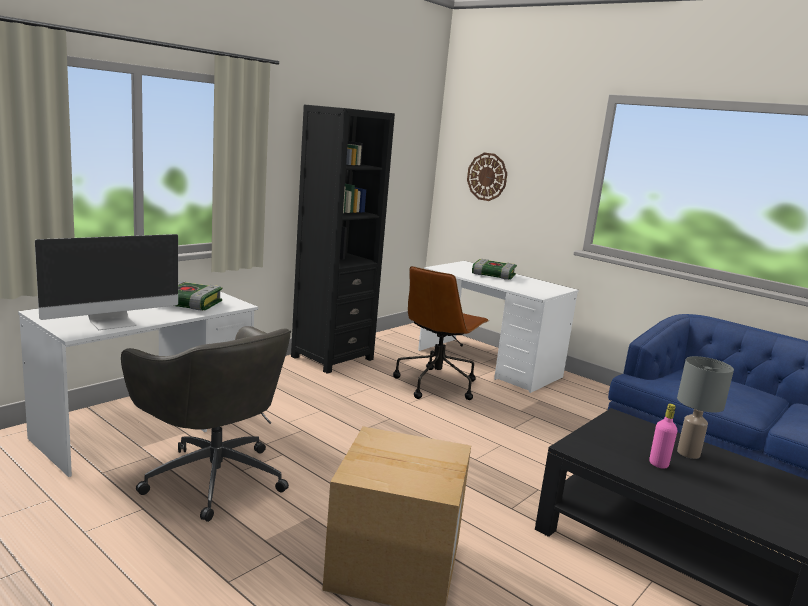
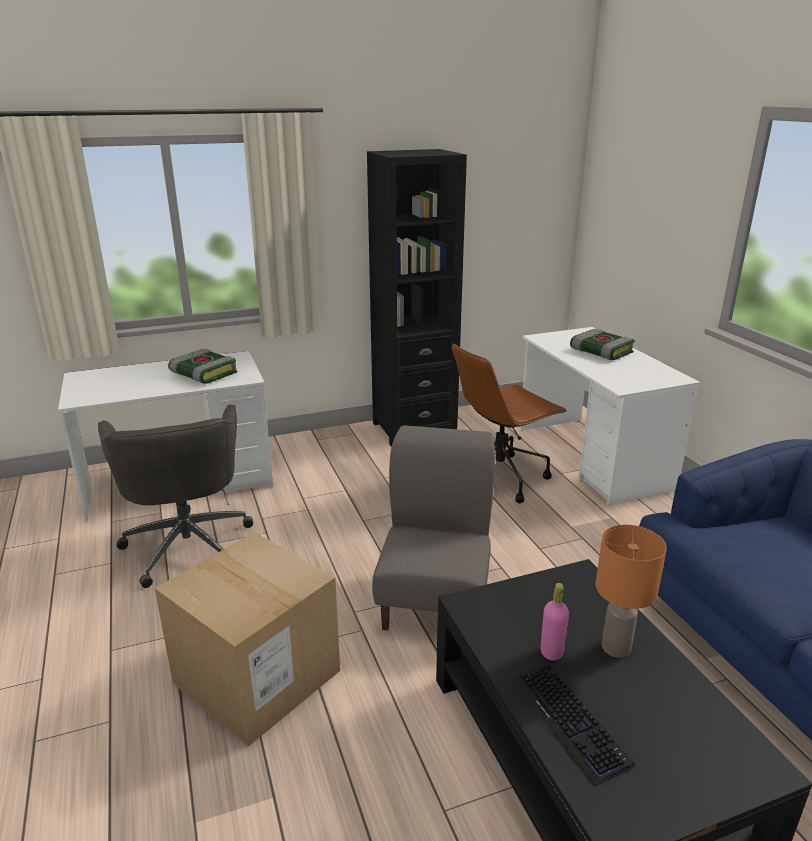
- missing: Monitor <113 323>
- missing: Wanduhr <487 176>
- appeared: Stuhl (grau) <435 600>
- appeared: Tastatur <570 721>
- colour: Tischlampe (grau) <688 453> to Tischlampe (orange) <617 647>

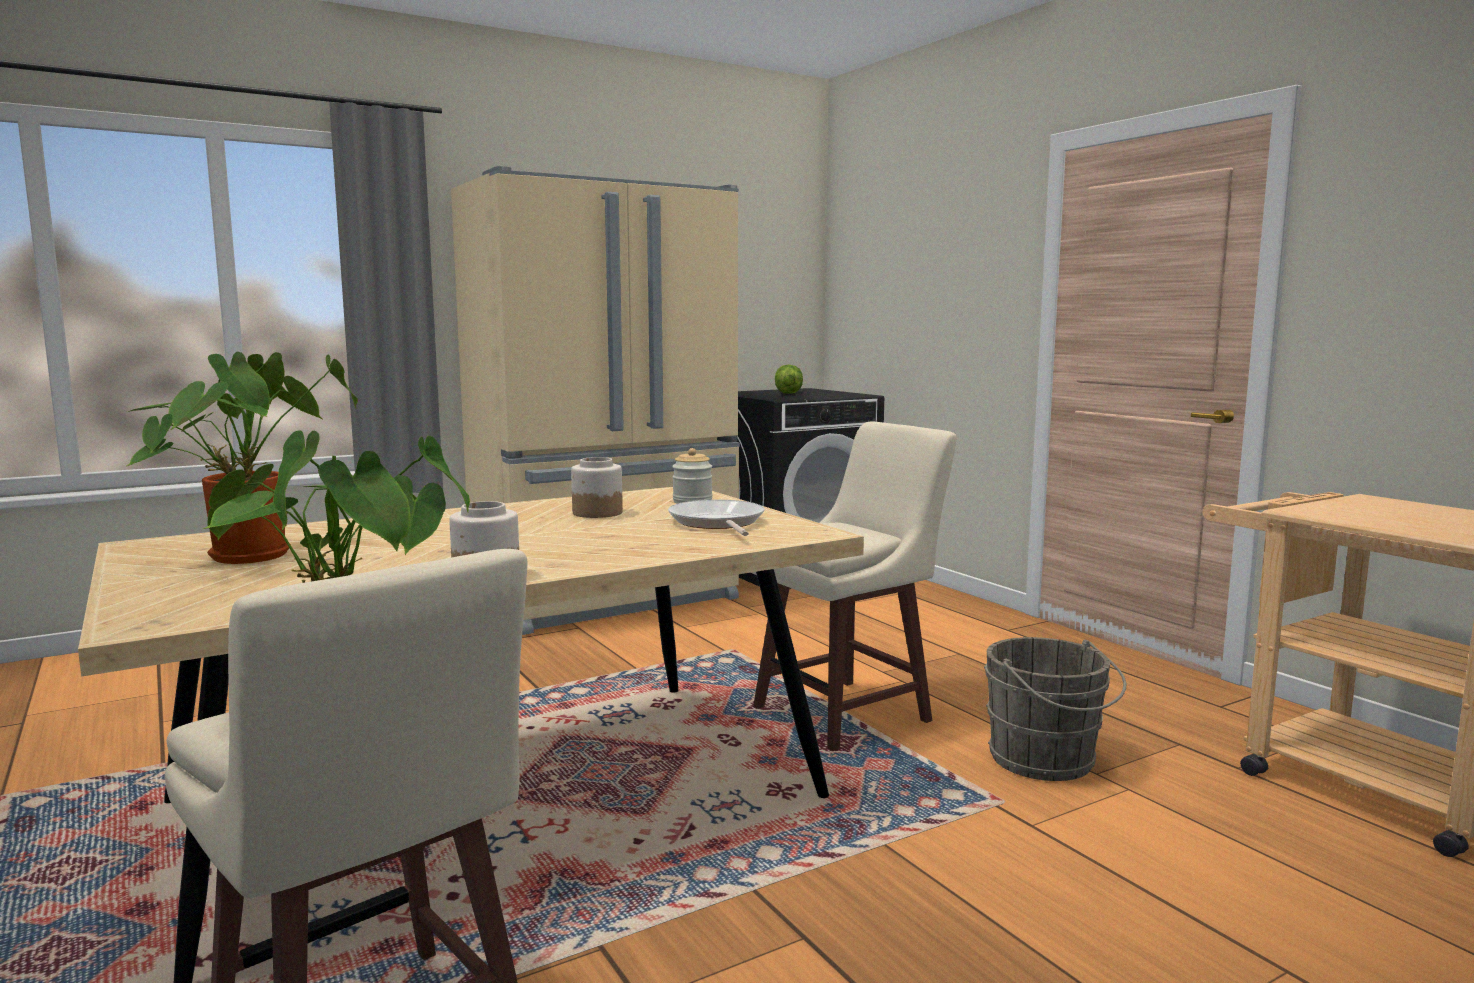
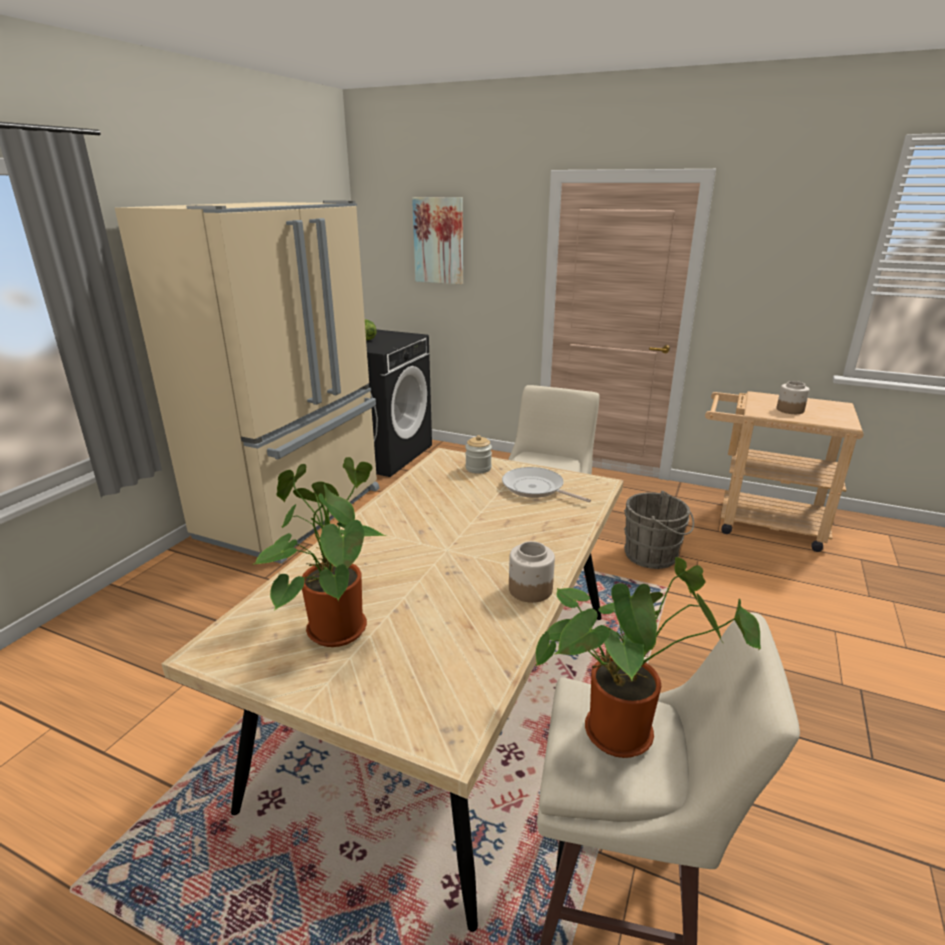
- appeared: Bild <439 241>
- relocated: Vorratsglas <597 513> to <789 410>

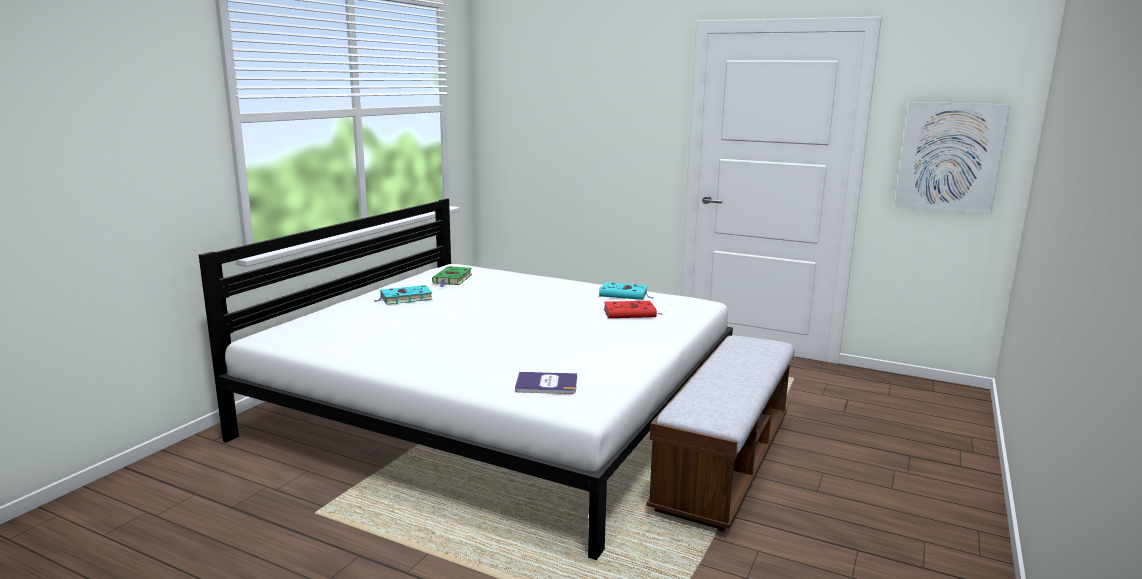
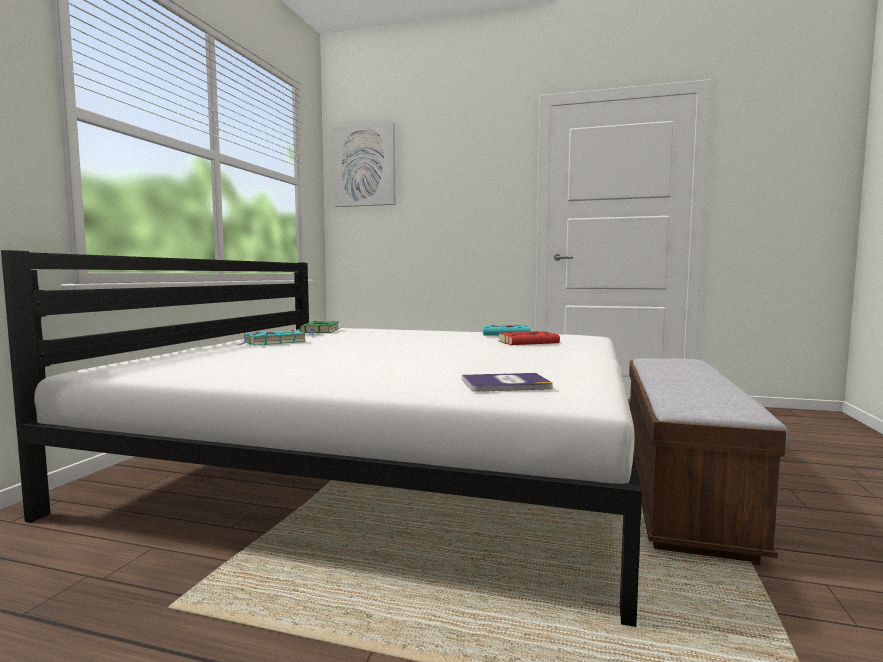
- relocated: Bild <949 157> to <364 166>

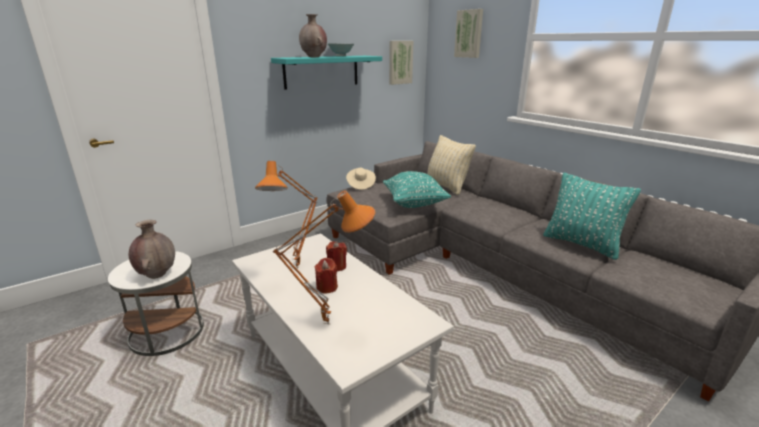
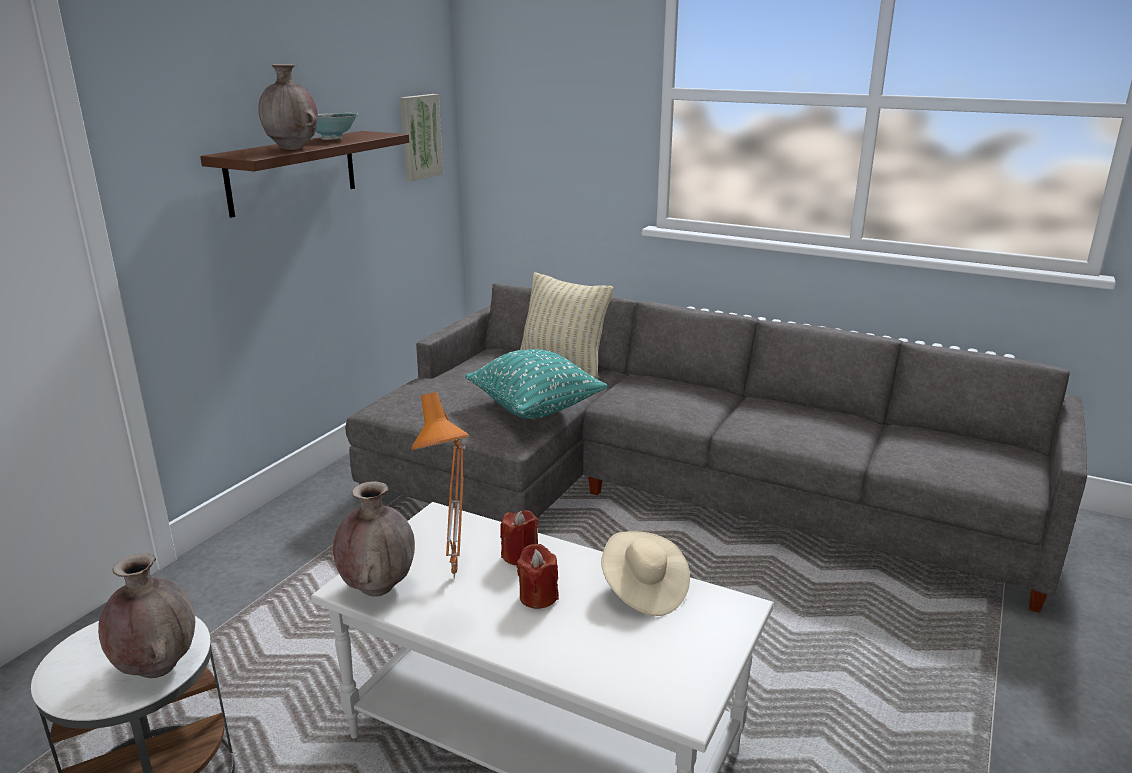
- missing: Tischlampe (orange) <327 322>
- missing: Bild <469 34>
- missing: Kissen (türkis) <581 244>
- appeared: Vase (braun) <378 587>
- relocated: Hut (beige) <360 185> to <643 590>
- colour: Wandregal (türkis) <321 71> to Wandregal (braun) <293 172>

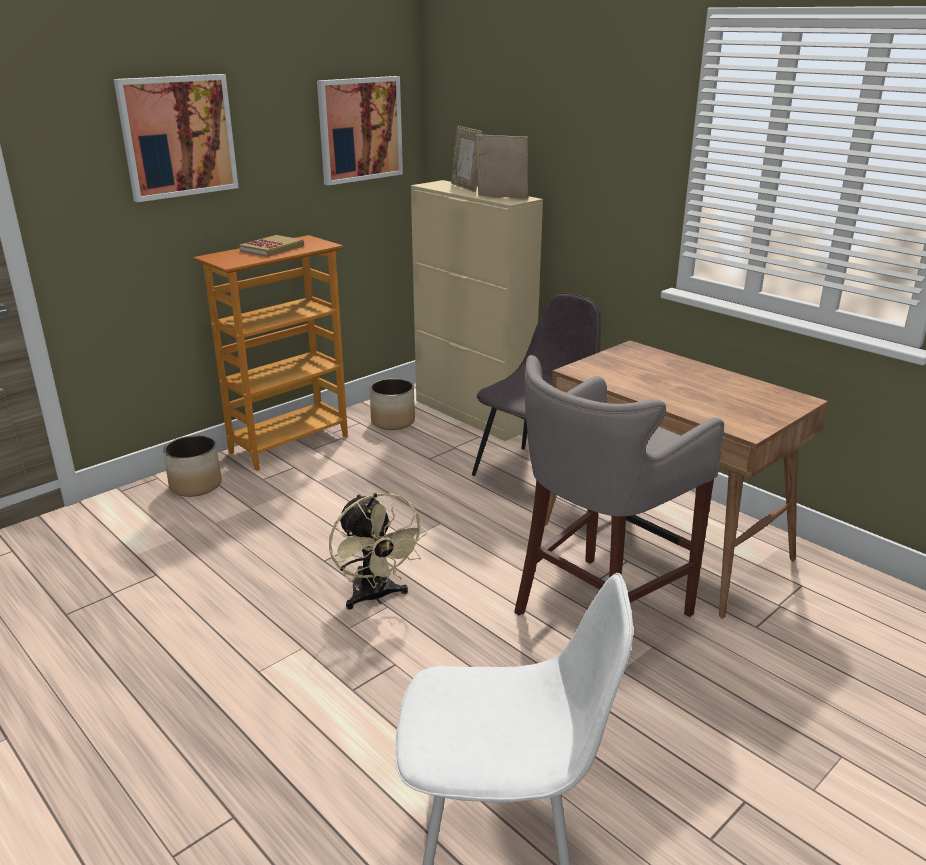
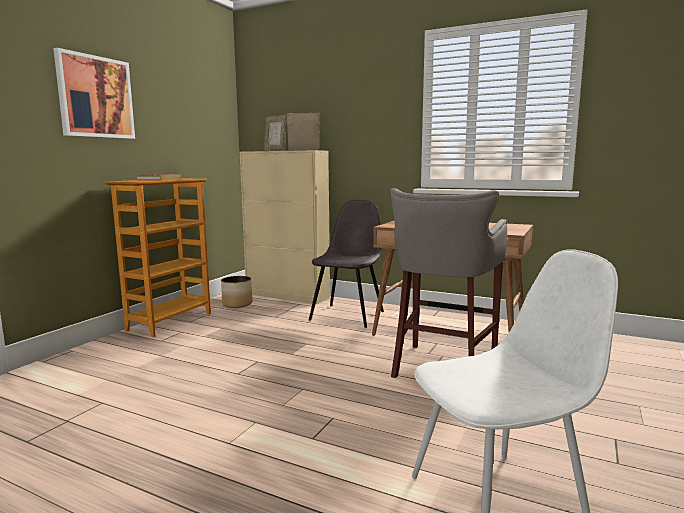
- missing: Pflanzkübel <195 485>
- missing: Bild <360 129>
- missing: Ventilator (beige) <375 597>

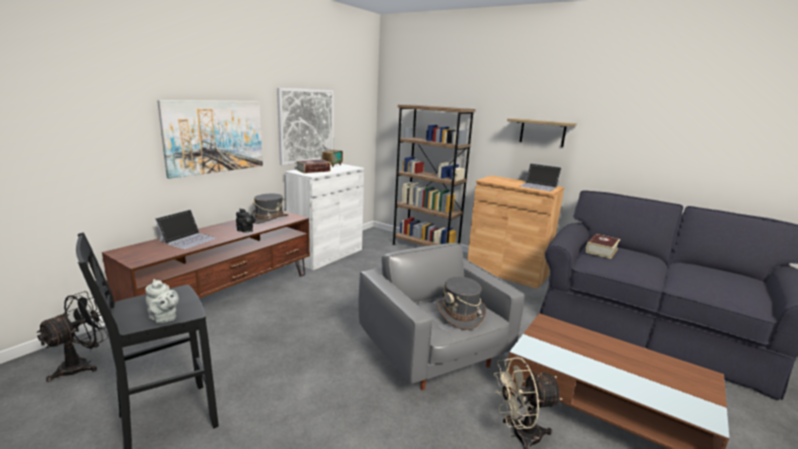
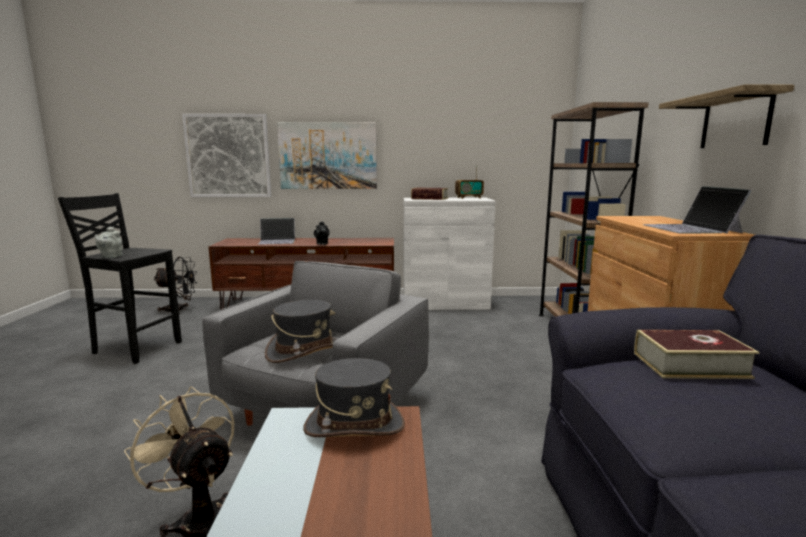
- relocated: Hut (grau) <269 219> to <354 425>
- relocated: Bild <306 126> to <228 156>

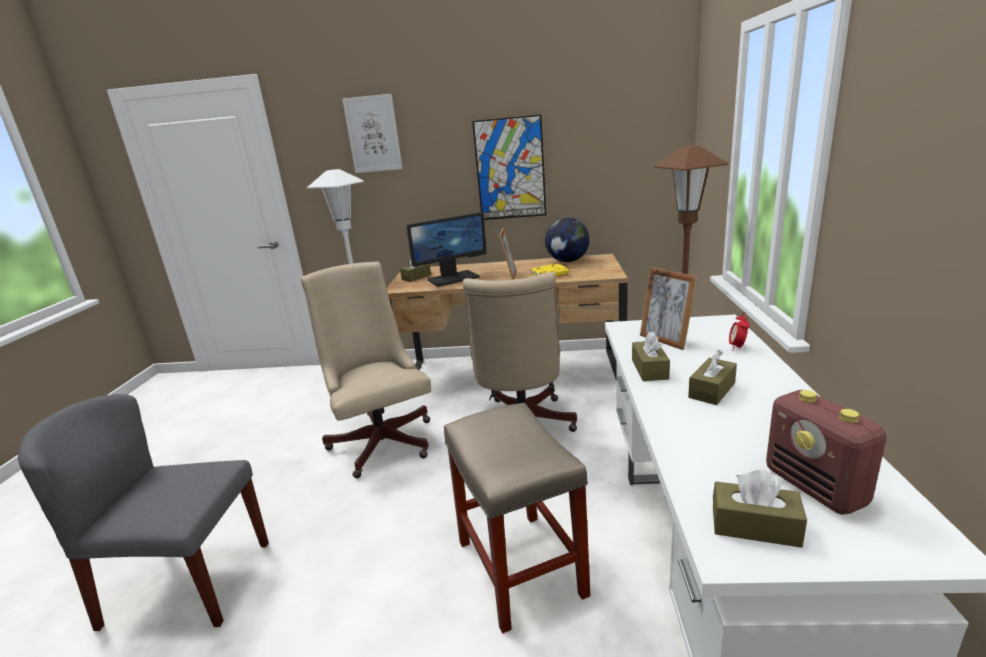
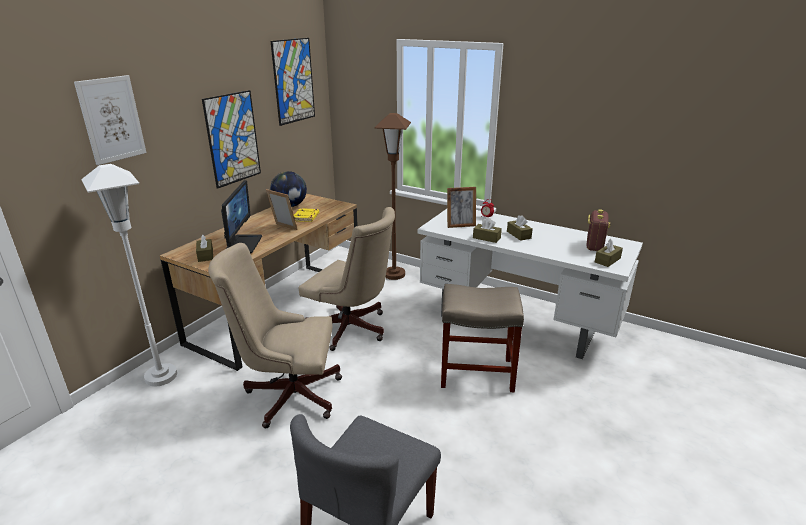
- appeared: Bild <293 81>
- spun: Radio <816 488> = <594 245> 75 degrees counterclockwise

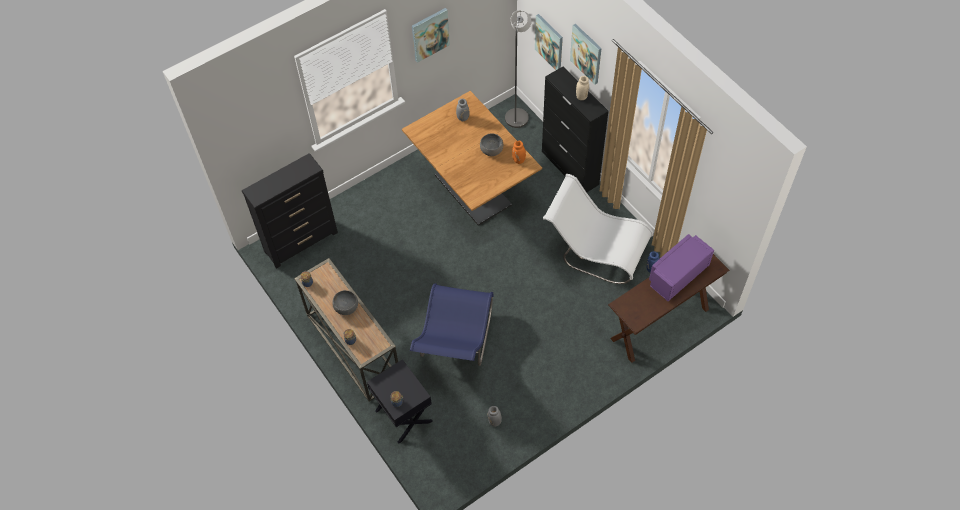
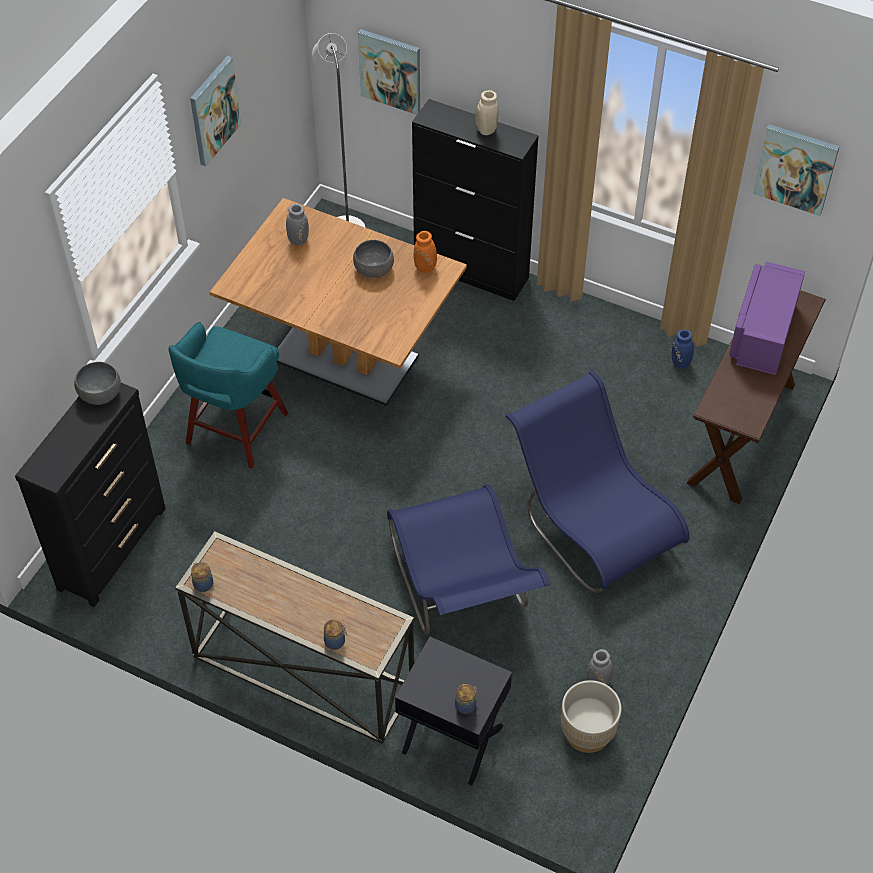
- missing: Stuhl (weiß) <595 251>
- appeared: Hocker (türkis) <235 431>
- appeared: Stuhl (blau) <591 524>
- appeared: Pflanzkübel (beige) <587 732>
- relocated: Schüssel (grau) <346 307> to <100 394>
- relocated: Bild <586 53> to <796 168>

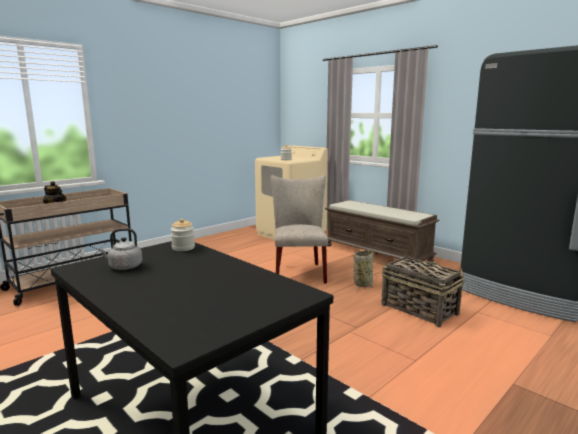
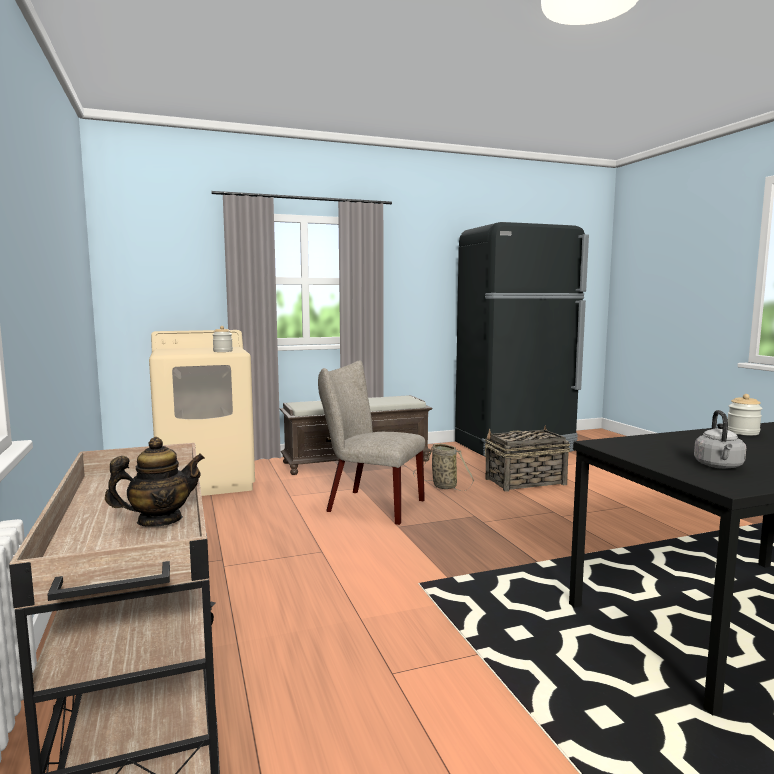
- relocated: Vorratsglas <183 248> to <742 432>

